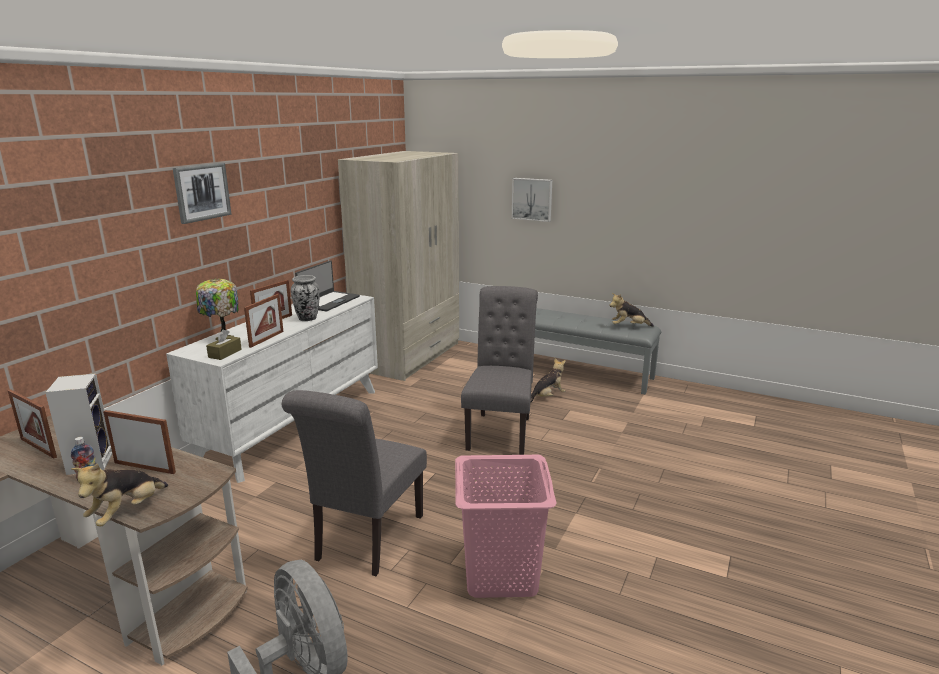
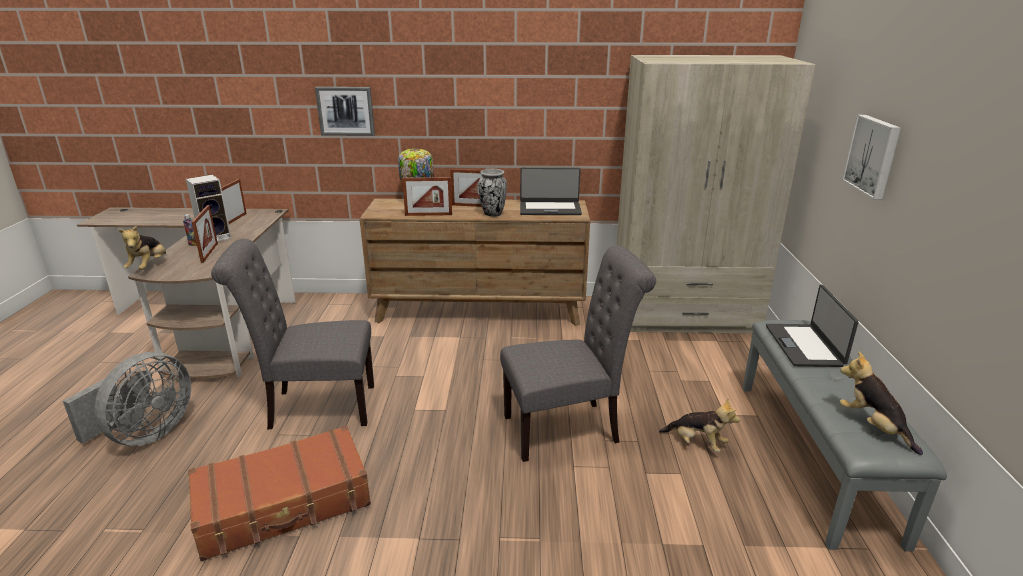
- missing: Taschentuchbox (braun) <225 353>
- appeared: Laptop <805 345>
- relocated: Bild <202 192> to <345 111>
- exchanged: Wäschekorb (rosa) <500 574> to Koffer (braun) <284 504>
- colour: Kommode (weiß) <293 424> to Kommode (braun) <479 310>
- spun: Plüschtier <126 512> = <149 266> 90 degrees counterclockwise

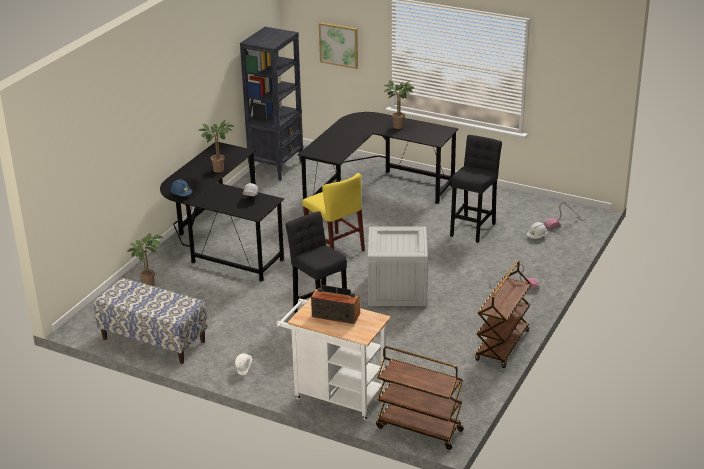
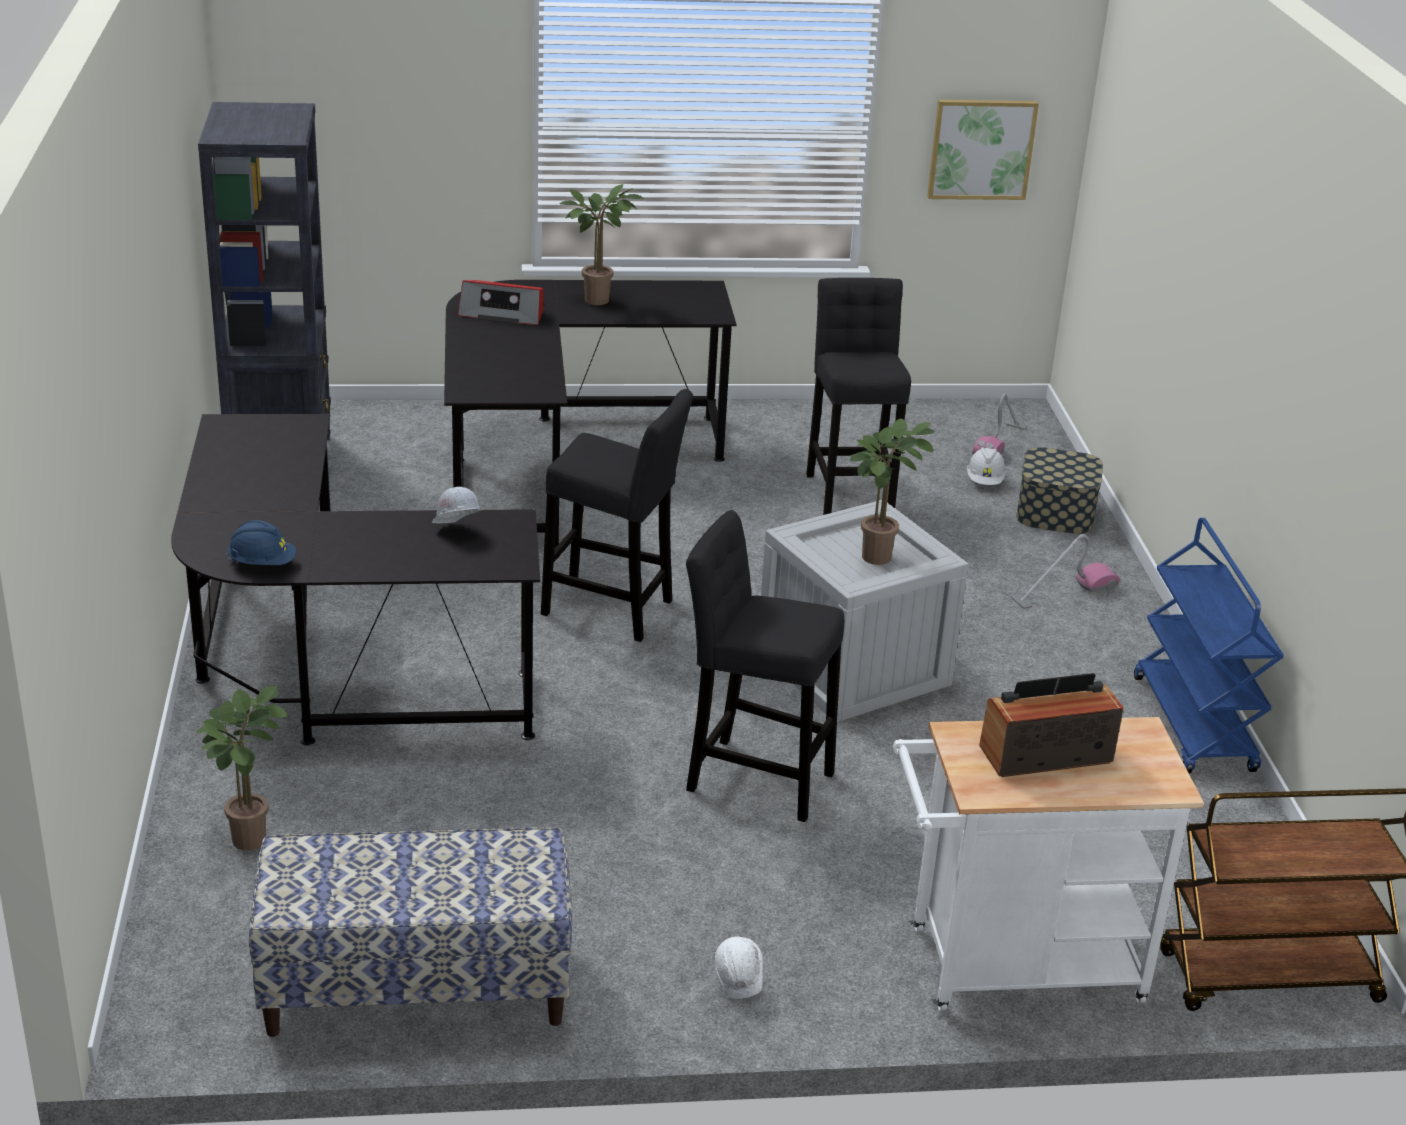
- appeared: Radio <503 313>
- appeared: Aufbewahrungsbox <1055 512>
- relocated: Topfpflanze <220 169> to <877 554>
- relocated: Bild <339 45> to <981 149>
- exchanged: Stuhl (gelb) <335 247> to Hocker (schwarz) <613 610>
- colour: Rollwagen (braun) <502 346> to Rollwagen (blau) <1194 725>

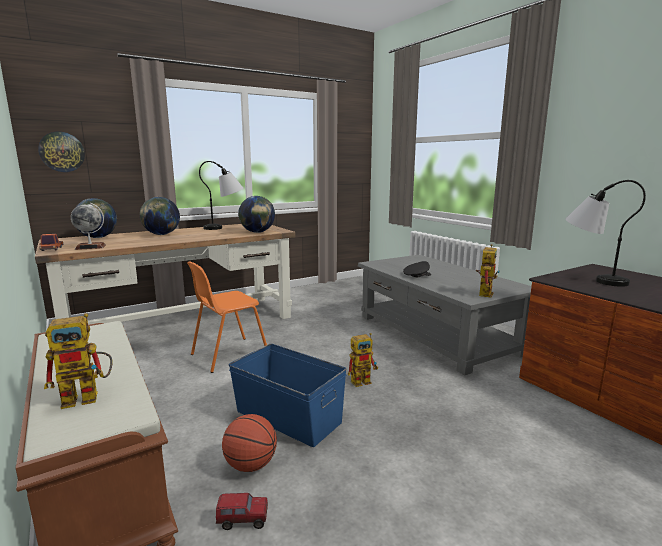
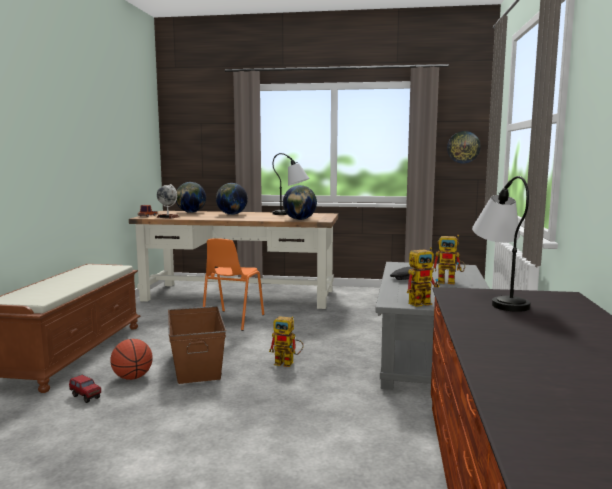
- relocated: Wanduhr <62 152> to <463 147>
- relocated: Spielzeugroboter <89 396> to <450 282>
- colour: Aufbewahrungsbox (blau) <288 416> to Aufbewahrungsbox (braun) <197 364>
- spun: Stuhl (orange) <228 355> = <232 320> 75 degrees counterclockwise

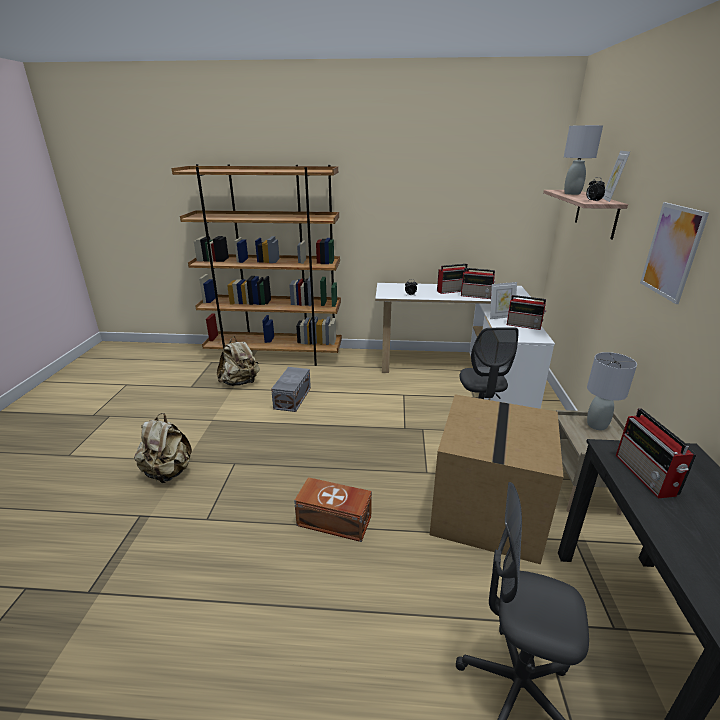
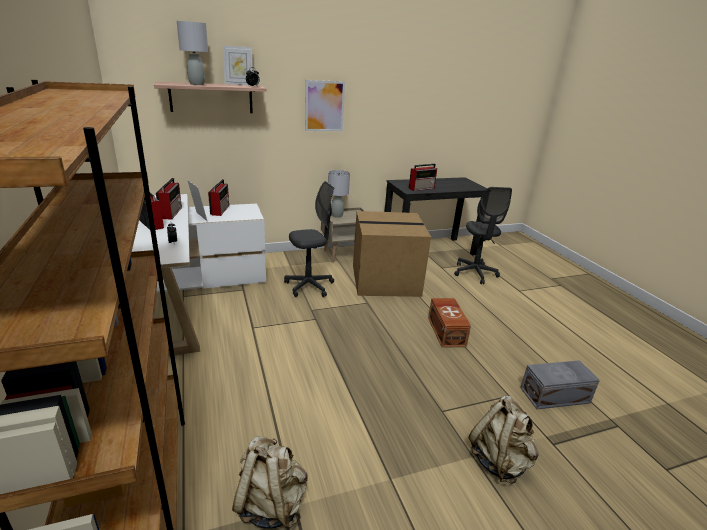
- relocated: Aufbewahrungsbox (grau) <291 398> to <556 396>

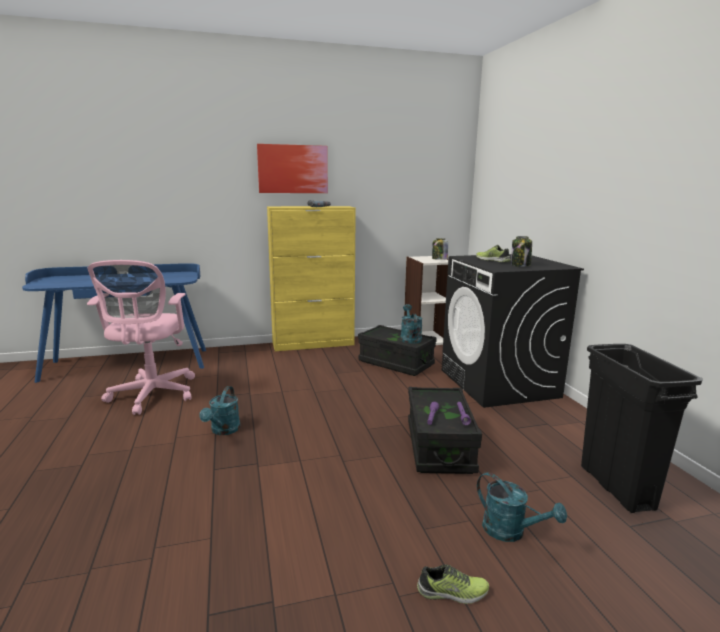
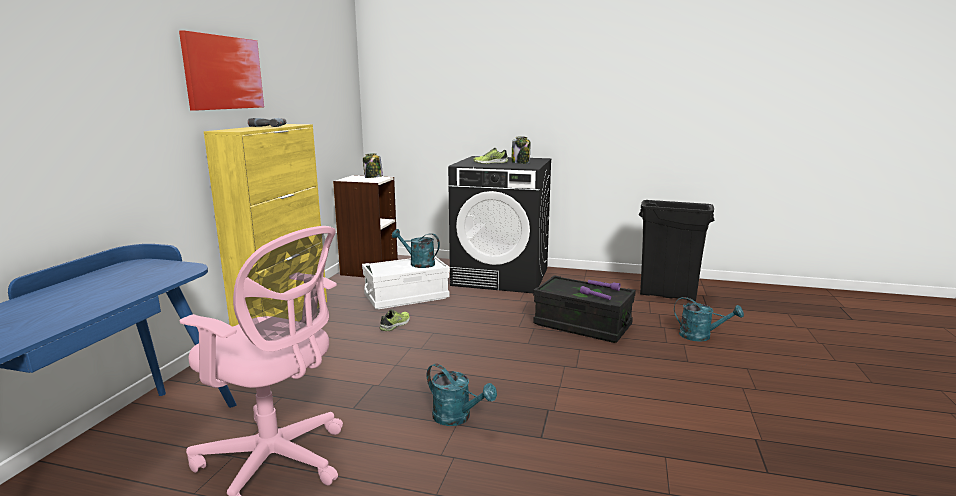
- relocated: Schuh <452 592> to <396 325>
- colour: Aufbewahrungsbox (schwarz) <396 363> to Aufbewahrungsbox (weiß) <406 297>
- spun: Gießkanne (türkis) <511 532> = <701 336> 45 degrees clockwise

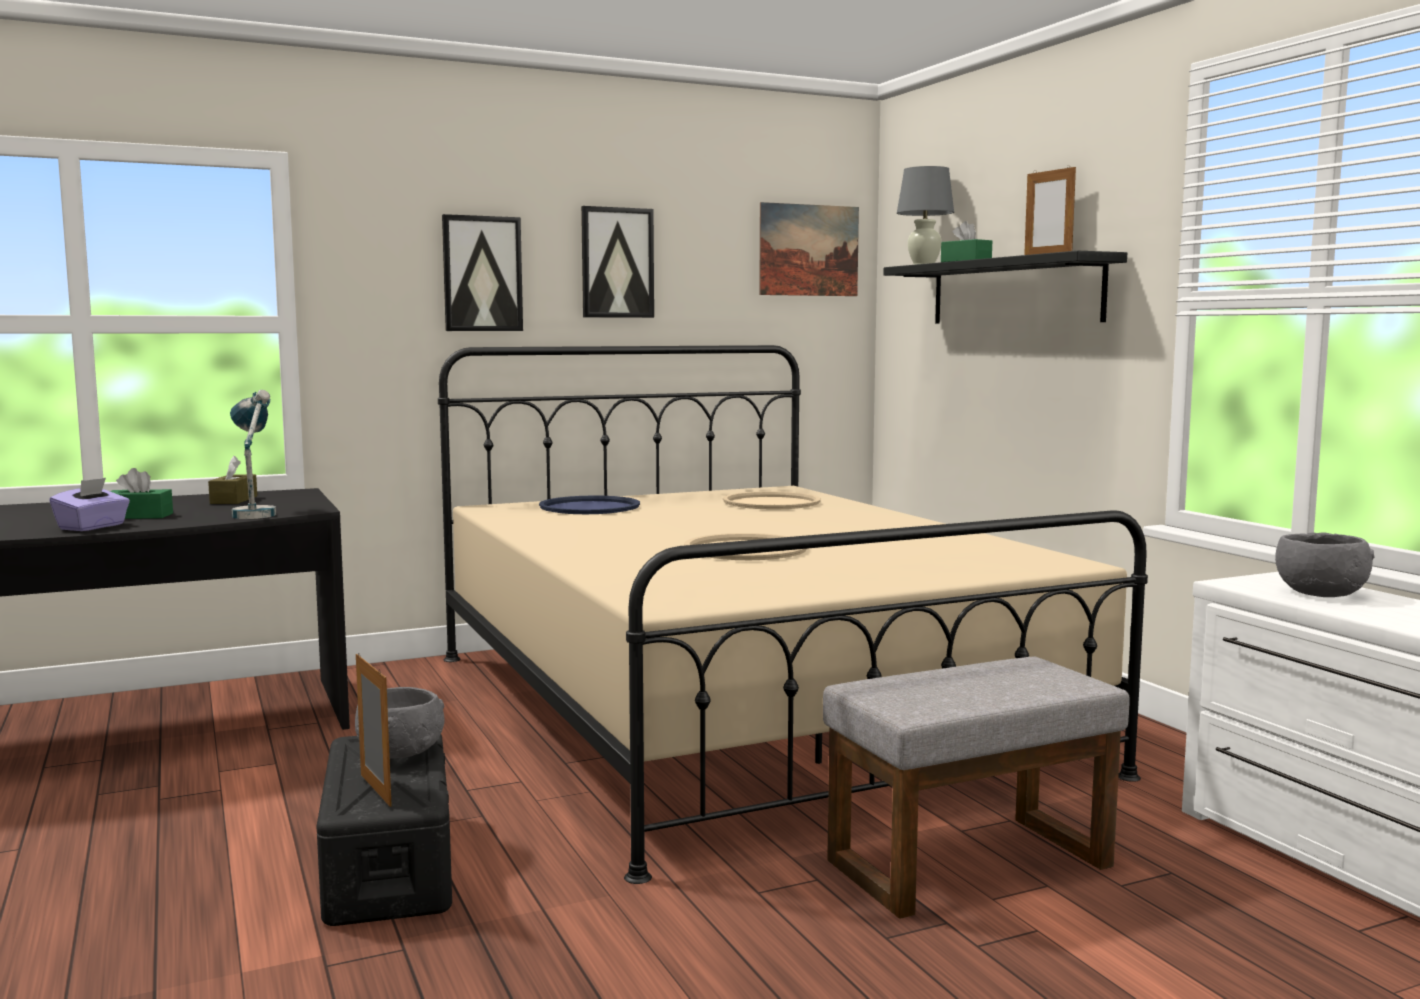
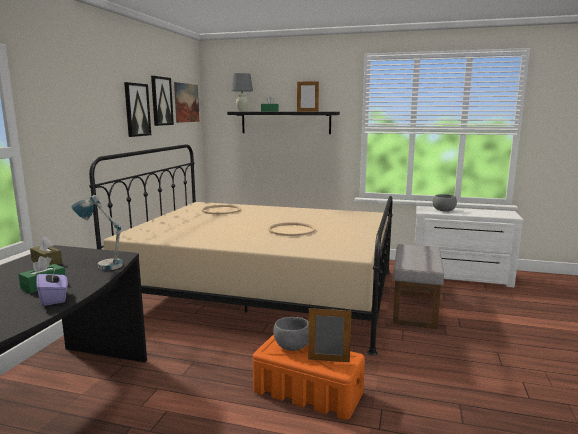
- missing: Tablett (blau) <589 507>
- relocated: Bild <482 274> to <161 101>
- colour: Aufbewahrungsbox (schwarz) <389 864> to Aufbewahrungsbox (orange) <307 392>

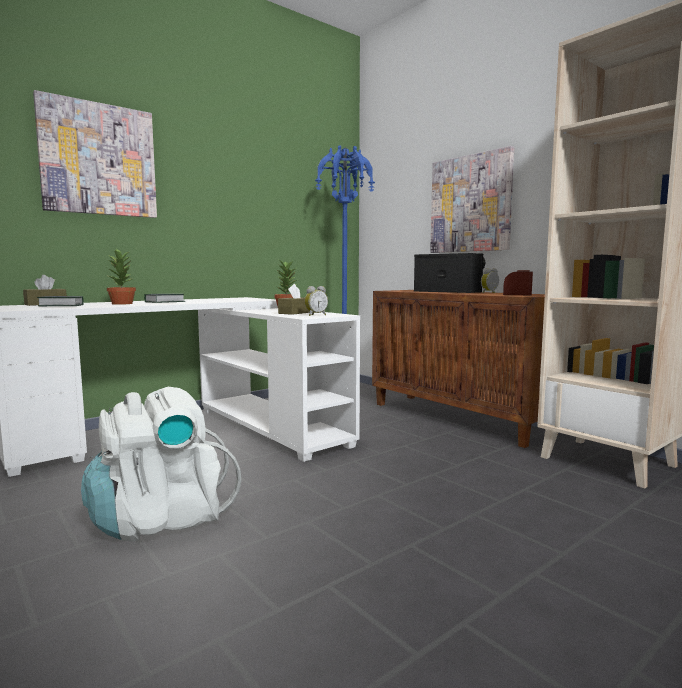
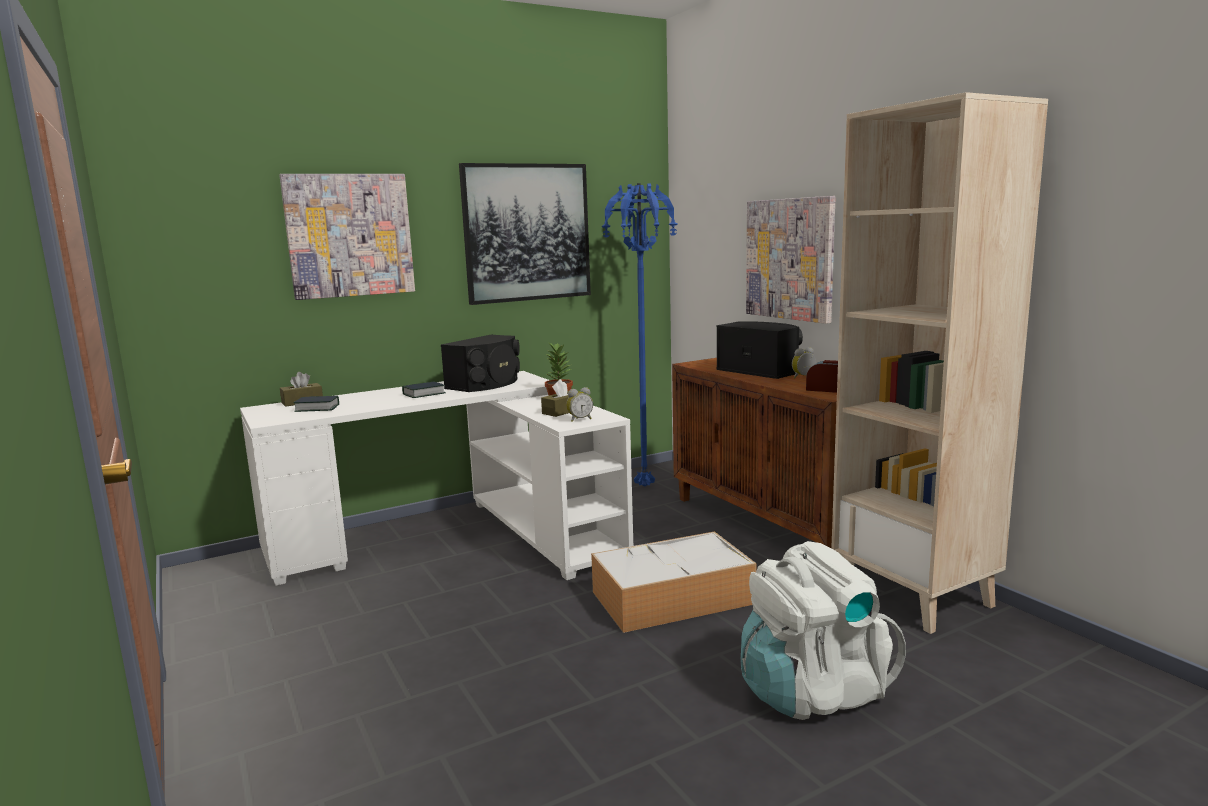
- missing: Topfpflanze <122 303>
- appeared: Lautsprecher (schwarz) <486 384>
- appeared: Bild <527 233>
- appeared: Aufbewahrungsbox <670 598>
- relocated: Rucksack (weiß) <162 519> to <812 691>

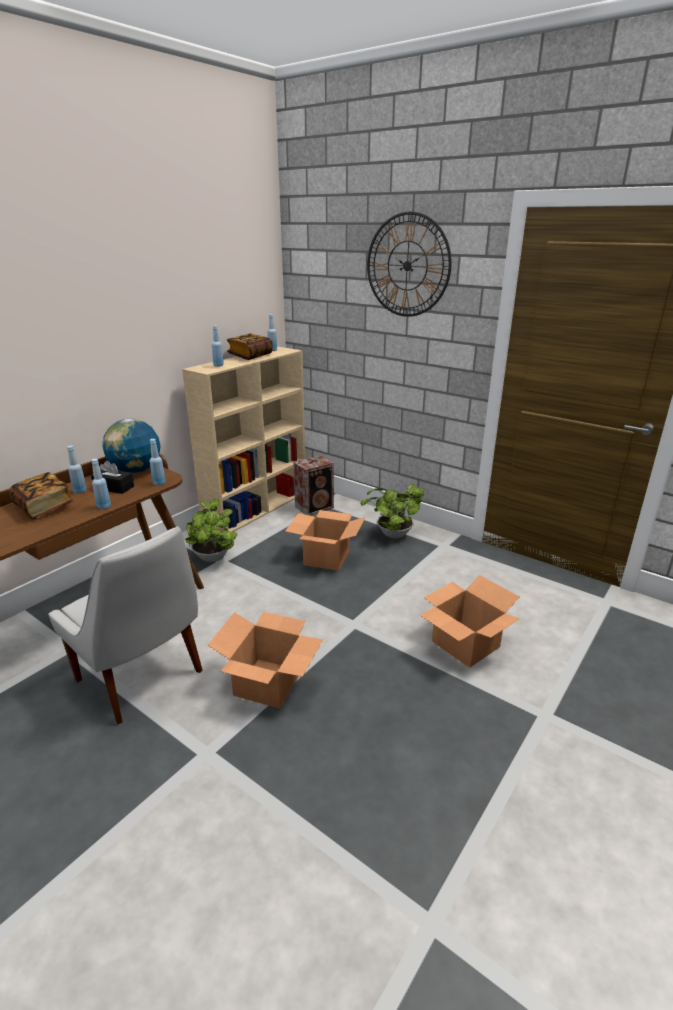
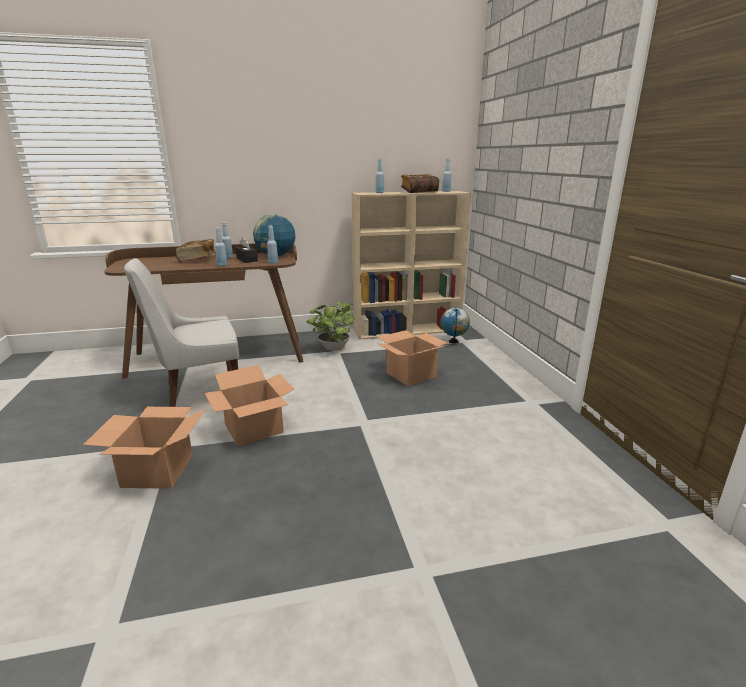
- missing: Topfpflanze <392 535>
- missing: Wanduhr <407 265>
- relocated: Karton <466 644> to <158 471>
- exchanged: Lautsprecher <315 507> to Globus <453 342>
- spun: Stuhl (weiß) <142 678> = <199 393> 75 degrees clockwise

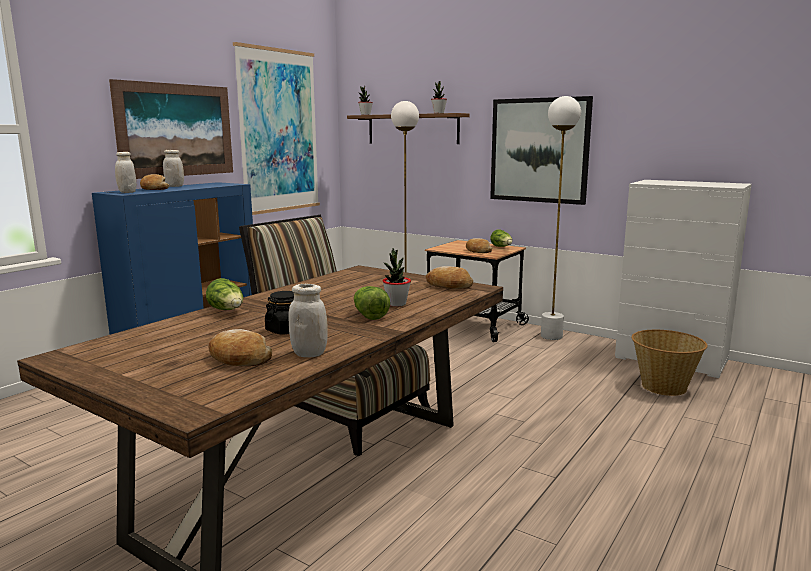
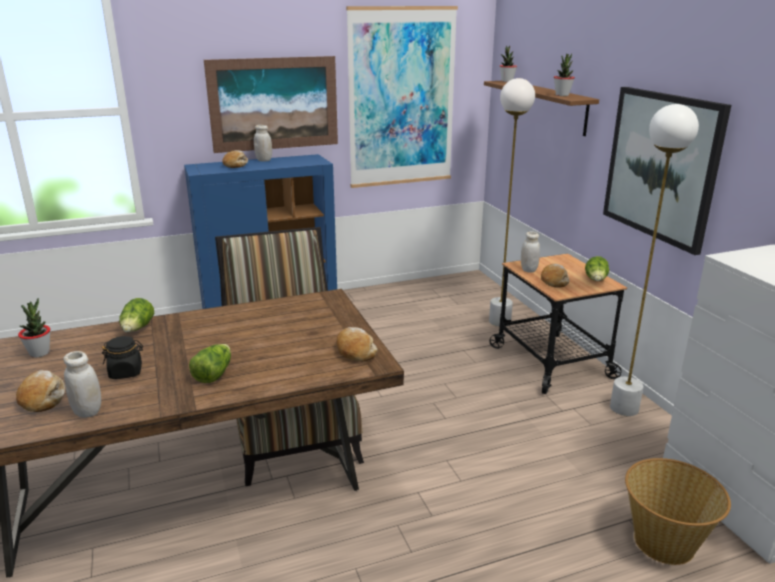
- relocated: Vorratsglas (weiß) <127 192> to <528 270>
- relocated: Topfpflanze <396 304> to <39 353>

